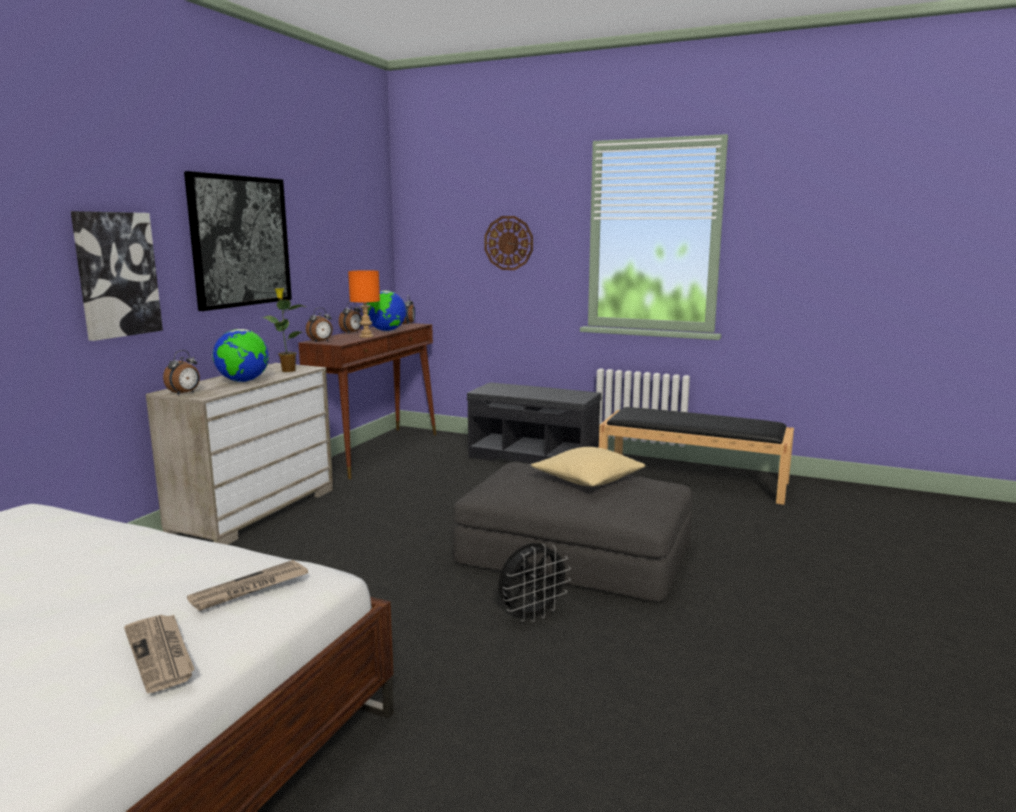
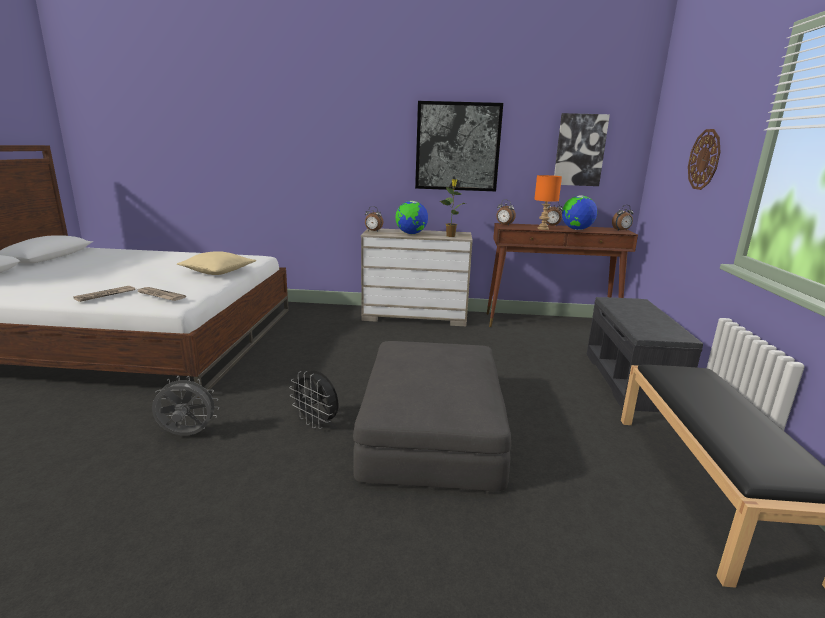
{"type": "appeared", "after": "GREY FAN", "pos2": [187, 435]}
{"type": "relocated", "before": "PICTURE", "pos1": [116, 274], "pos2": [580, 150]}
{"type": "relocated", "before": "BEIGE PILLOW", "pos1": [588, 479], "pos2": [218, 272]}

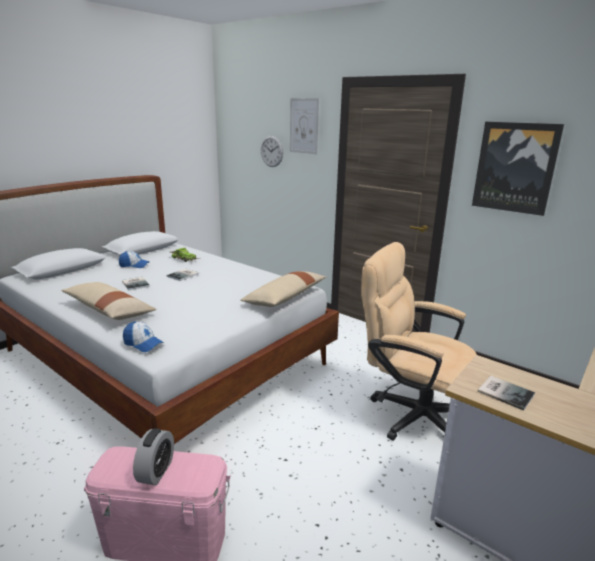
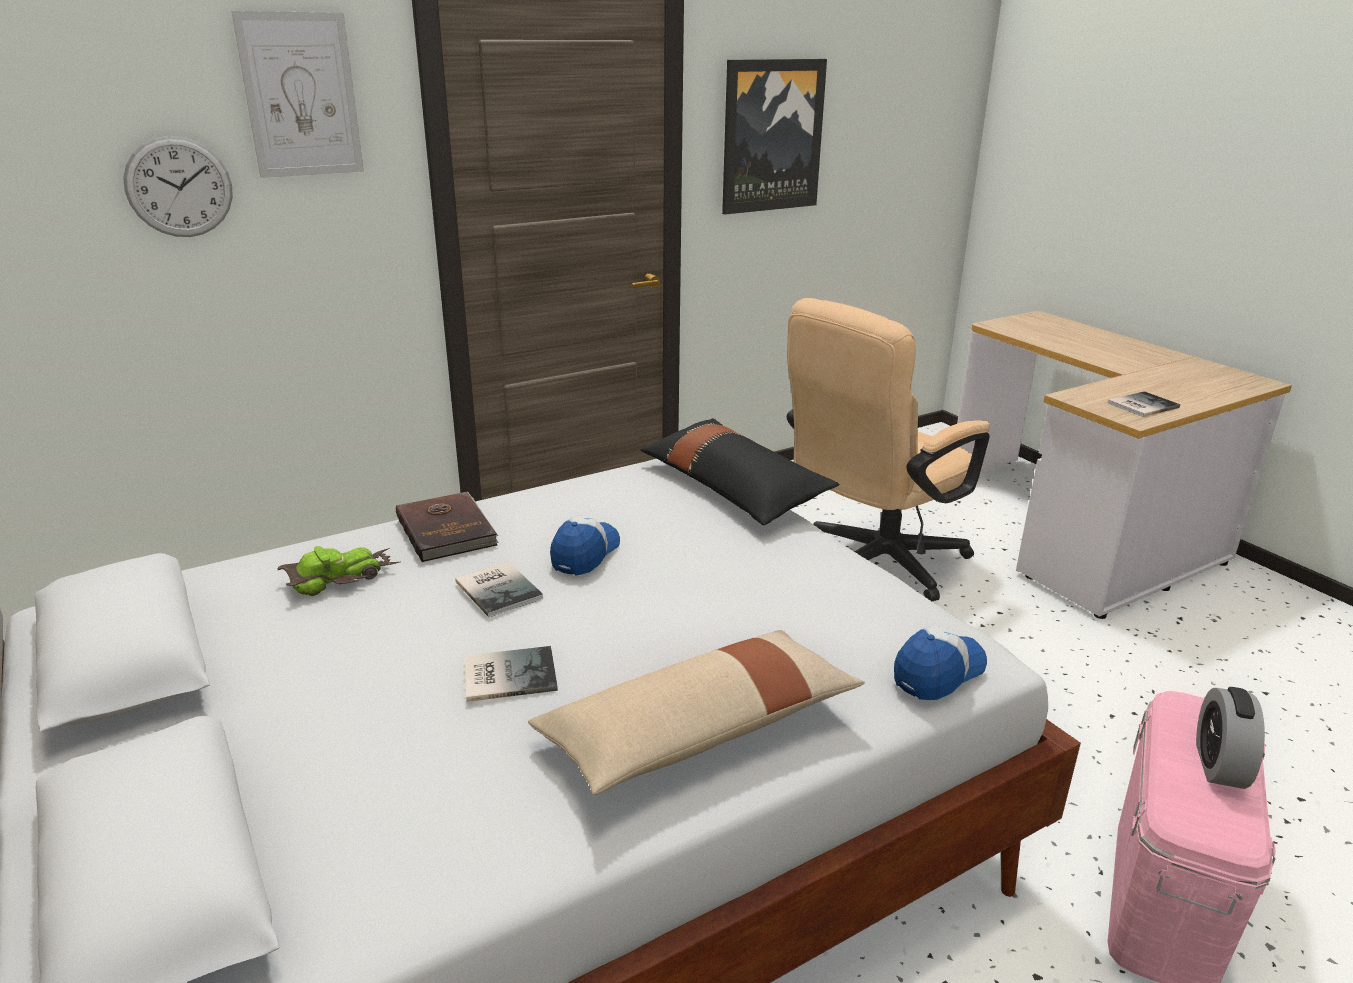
{"type": "appeared", "after": "BROWN BOOK", "pos2": [447, 530]}
{"type": "relocated", "before": "CAP", "pos1": [134, 265], "pos2": [585, 554]}
{"type": "colour", "before": "BEIGE PILLOW", "after": "BLACK PILLOW", "pos1": [285, 297], "pos2": [733, 488]}
{"type": "spun", "before": "ALARM CLOCK", "pos1": [156, 471], "pos2": [1219, 765], "turn": -105}

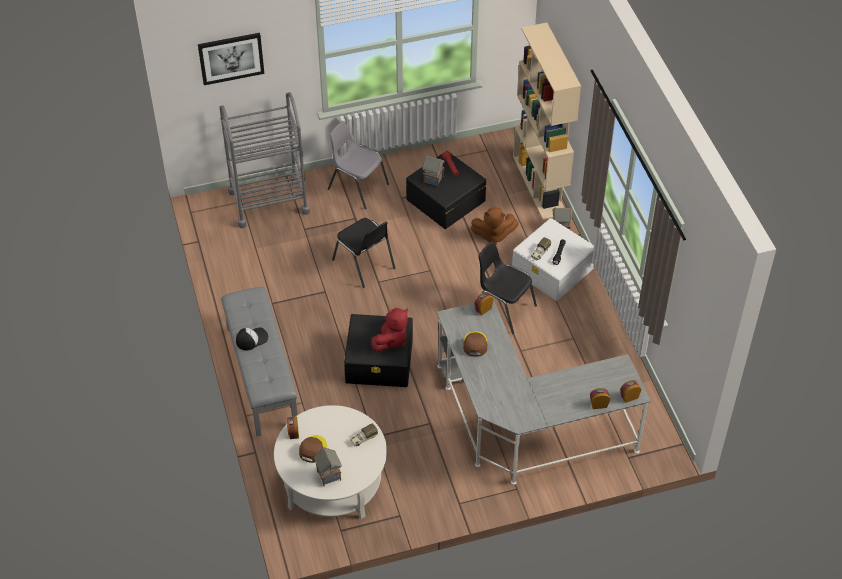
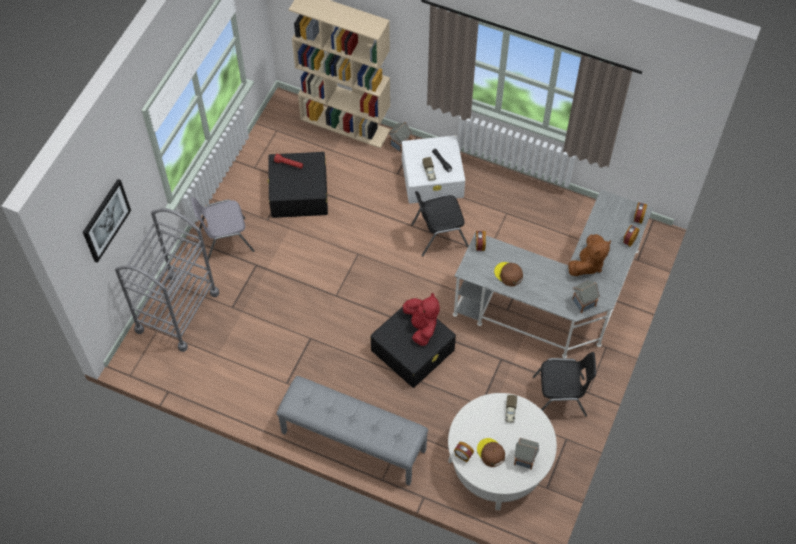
{"type": "missing", "before": "CAP", "pos1": [252, 339]}
{"type": "relocated", "before": "BLACK CHAIR", "pos1": [364, 265], "pos2": [560, 397]}
{"type": "relocated", "before": "TOY HOUSE", "pos1": [433, 179], "pos2": [583, 303]}
{"type": "relocated", "before": "BROWN PLUSH TOY", "pos1": [493, 235], "pos2": [587, 264]}

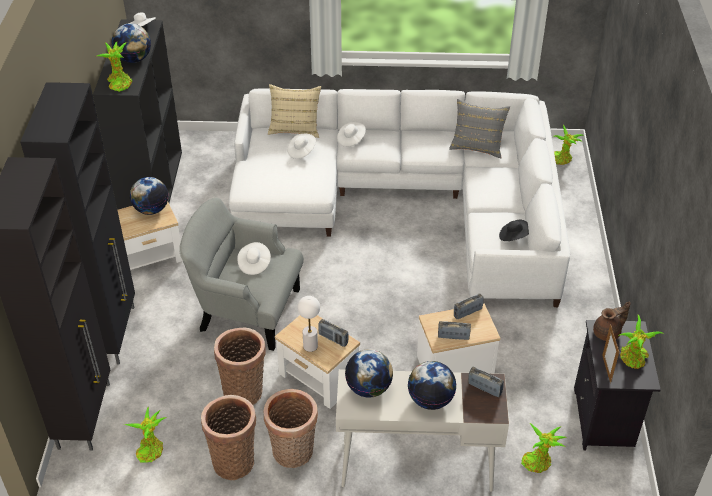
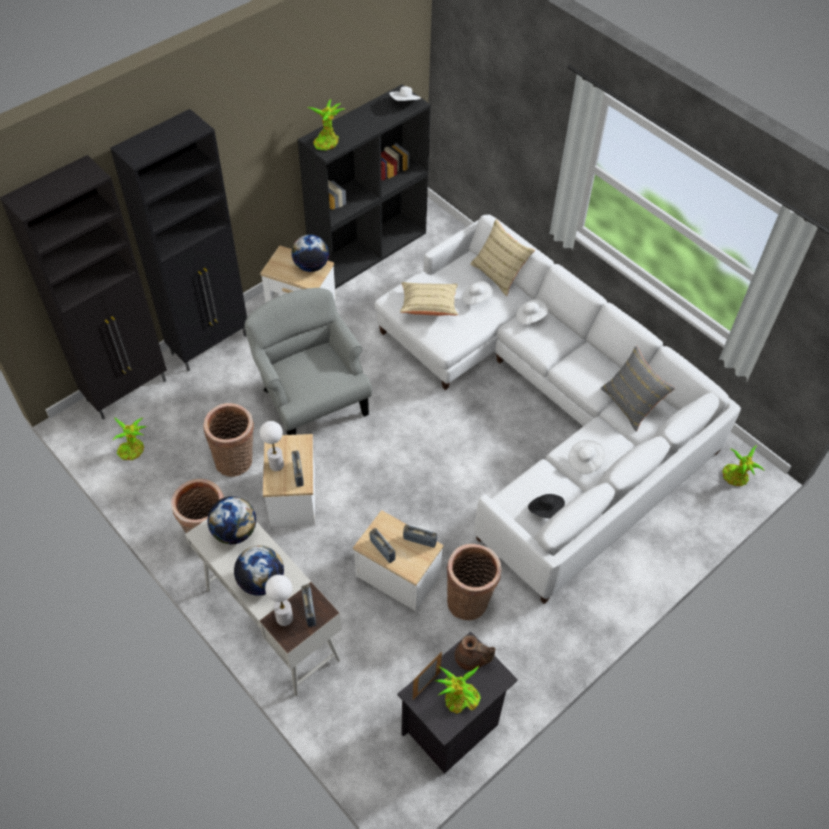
{"type": "missing", "before": "GLOBE", "pos1": [134, 59]}
{"type": "missing", "before": "POTTED PLANT", "pos1": [538, 461]}
{"type": "appeared", "after": "WHITE TABLE LAMP", "pos2": [285, 618]}
{"type": "appeared", "after": "BEIGE PILLOW", "pos2": [429, 306]}
{"type": "relocated", "before": "BASKET", "pos1": [234, 460], "pos2": [469, 600]}
{"type": "relocated", "before": "WHITE HAT", "pos1": [254, 264], "pos2": [584, 461]}

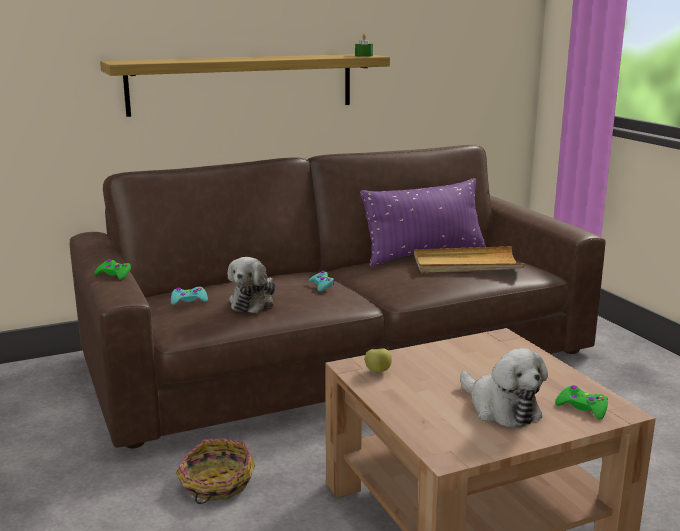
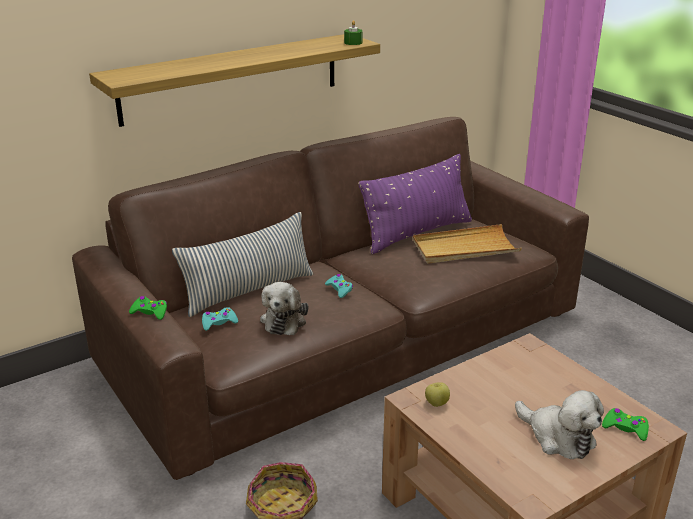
{"type": "appeared", "after": "PILLOW", "pos2": [248, 290]}

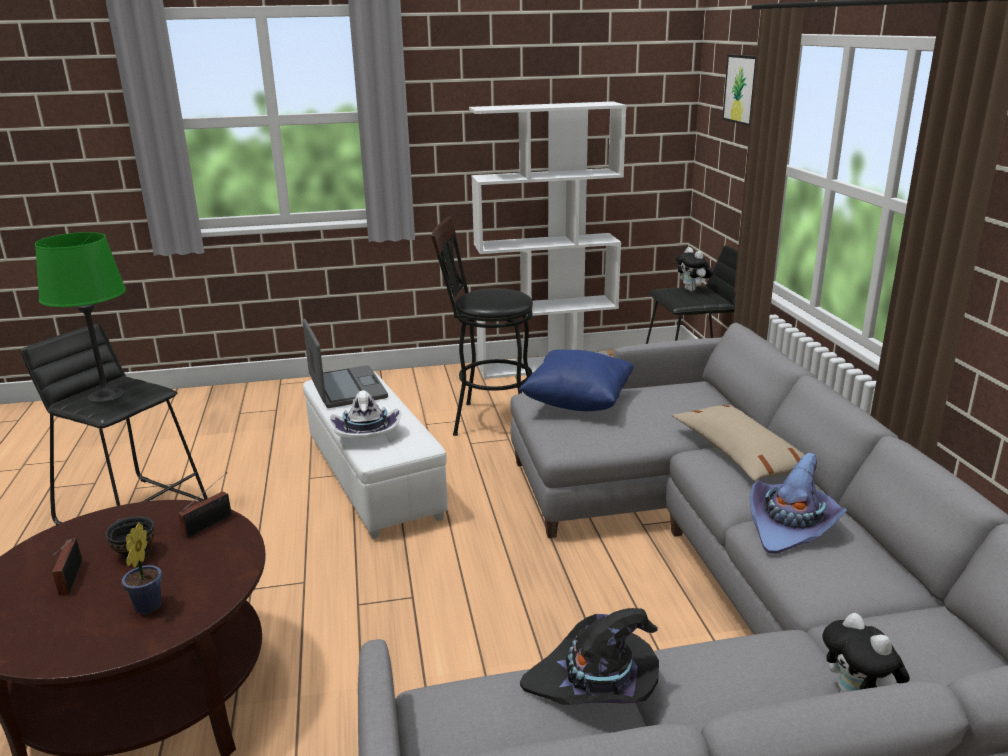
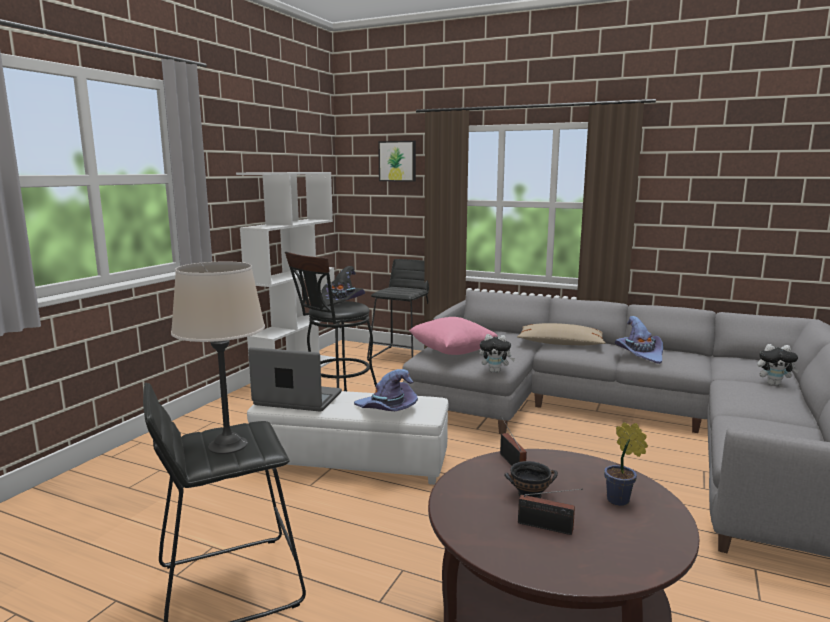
{"type": "relocated", "before": "BLACK HAT", "pos1": [595, 684], "pos2": [341, 302]}
{"type": "relocated", "before": "PLUSH TOY", "pos1": [692, 290], "pos2": [495, 371]}
{"type": "colour", "before": "GREEN TABLE LAMP", "after": "BEIGE TABLE LAMP", "pos1": [106, 396], "pos2": [228, 445]}
{"type": "colour", "before": "WHITE HAT", "after": "PURPLE HAT", "pos1": [366, 433], "pos2": [387, 409]}
{"type": "colour", "before": "BLUE PILLOW", "after": "PINK PILLOW", "pos1": [578, 403], "pos2": [452, 352]}

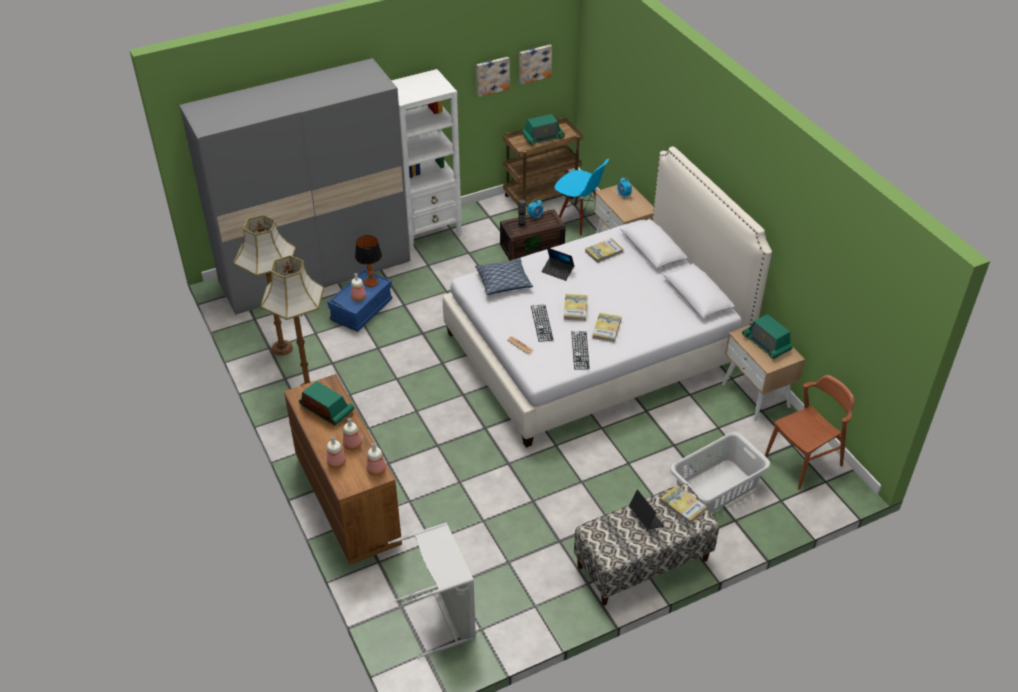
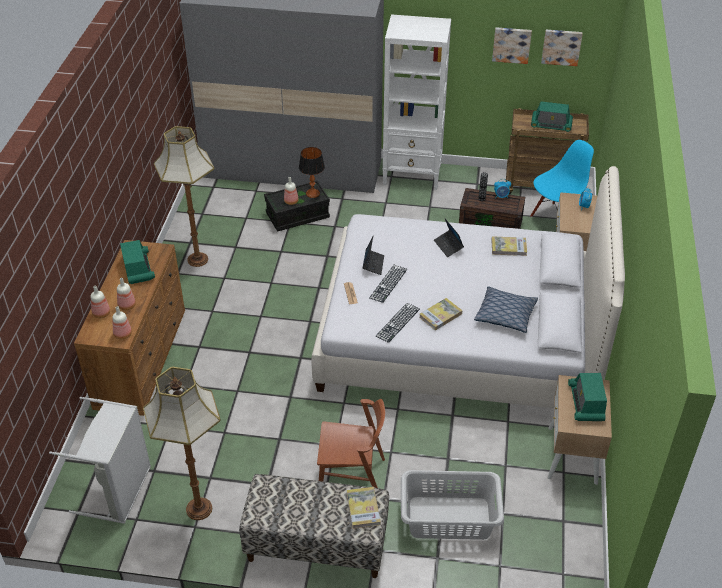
{"type": "missing", "before": "BOOK", "pos1": [575, 309]}
{"type": "relocated", "before": "FLOOR LAMP", "pos1": [282, 347], "pos2": [199, 508]}
{"type": "relocated", "before": "PILLOW", "pos1": [503, 282], "pos2": [505, 315]}
{"type": "relocated", "before": "LAPTOP", "pos1": [645, 518], "pos2": [373, 264]}
{"type": "relocated", "before": "BROWN CHAIR", "pos1": [803, 461], "pos2": [352, 479]}
{"type": "colour", "before": "BLUE STORAGE BOX", "after": "BLACK STORAGE BOX", "pos1": [361, 310], "pos2": [297, 216]}
{"type": "spun", "before": "BLUE CHAIR", "pos1": [579, 220], "pos2": [556, 220], "turn": -105}

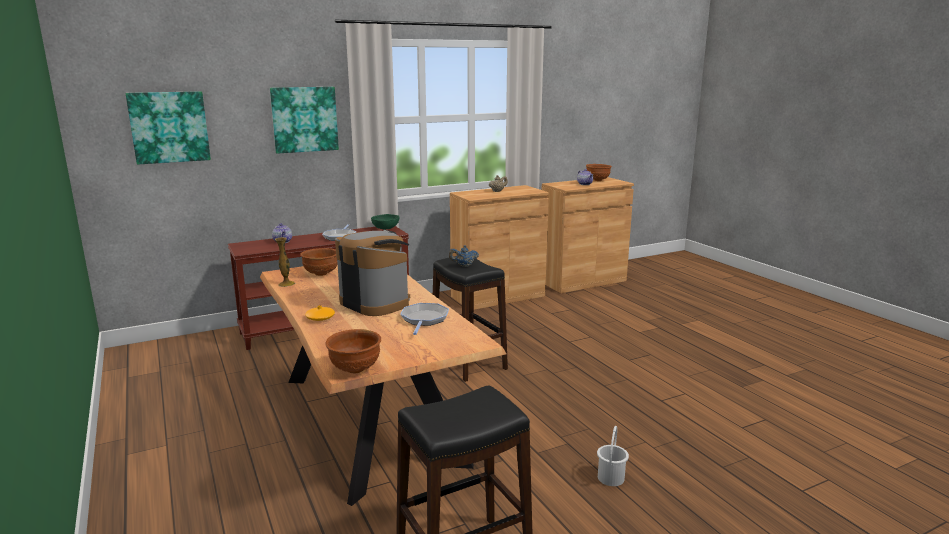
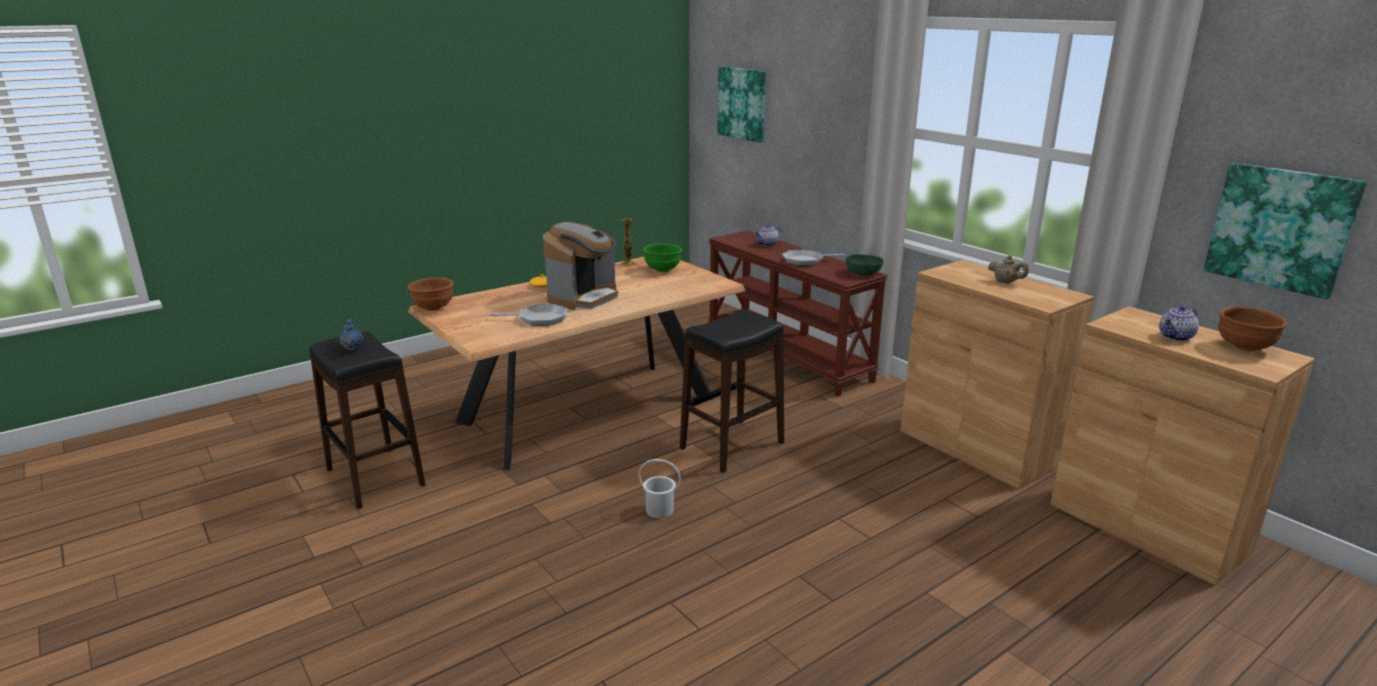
{"type": "relocated", "before": "PICTURE", "pos1": [304, 119], "pos2": [1280, 228]}
{"type": "relocated", "before": "BLUE TEAPOT", "pos1": [464, 265], "pos2": [353, 348]}
{"type": "relocated", "before": "WHITE BUCKET", "pos1": [610, 478], "pos2": [659, 510]}
{"type": "colour", "before": "BROWN BOWL", "after": "GREEN BOWL", "pos1": [321, 274], "pos2": [663, 270]}

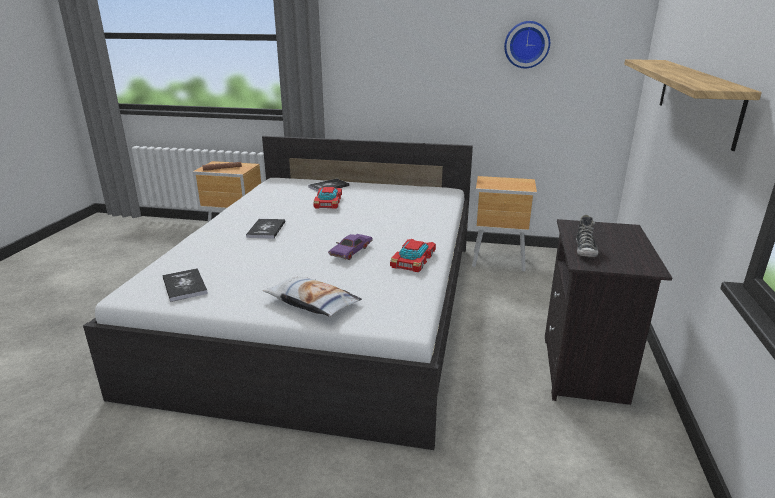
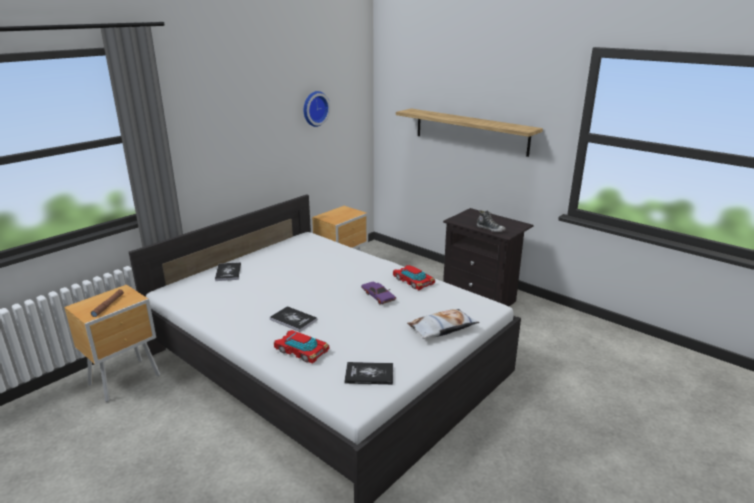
{"type": "relocated", "before": "TOY CAR", "pos1": [329, 202], "pos2": [301, 350]}

